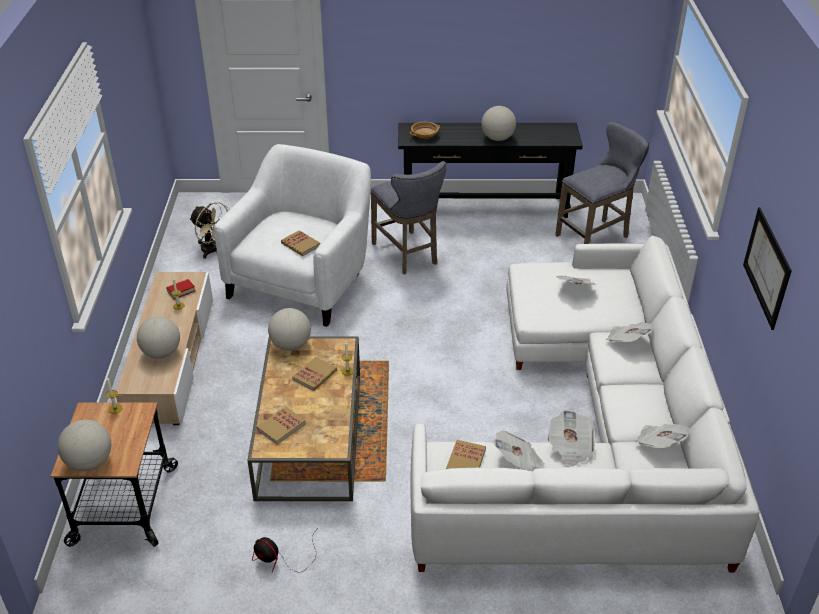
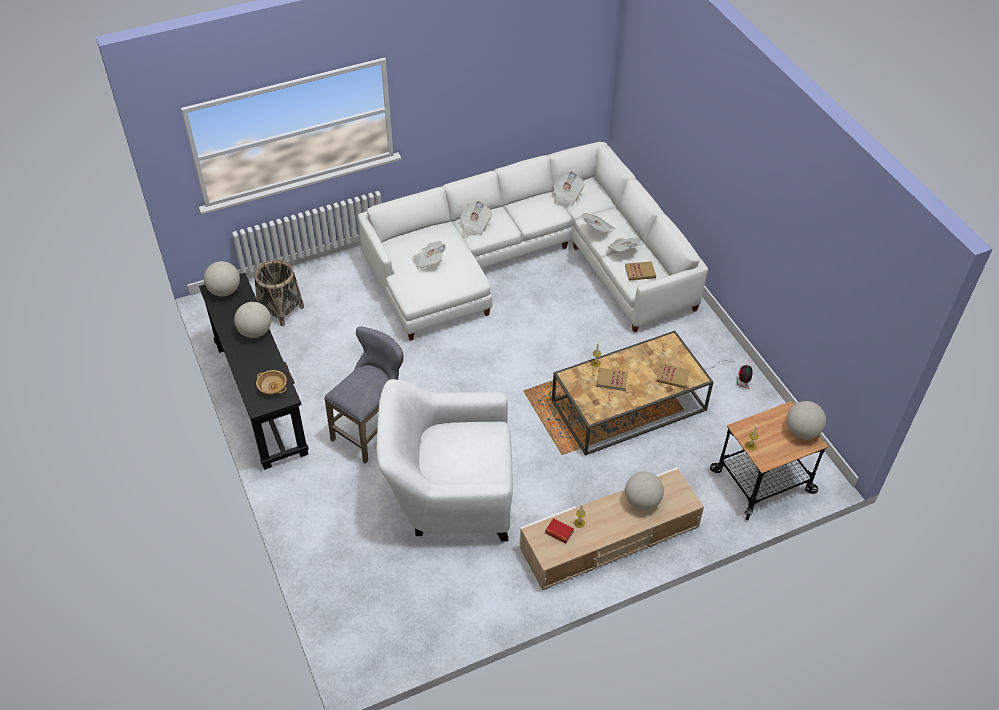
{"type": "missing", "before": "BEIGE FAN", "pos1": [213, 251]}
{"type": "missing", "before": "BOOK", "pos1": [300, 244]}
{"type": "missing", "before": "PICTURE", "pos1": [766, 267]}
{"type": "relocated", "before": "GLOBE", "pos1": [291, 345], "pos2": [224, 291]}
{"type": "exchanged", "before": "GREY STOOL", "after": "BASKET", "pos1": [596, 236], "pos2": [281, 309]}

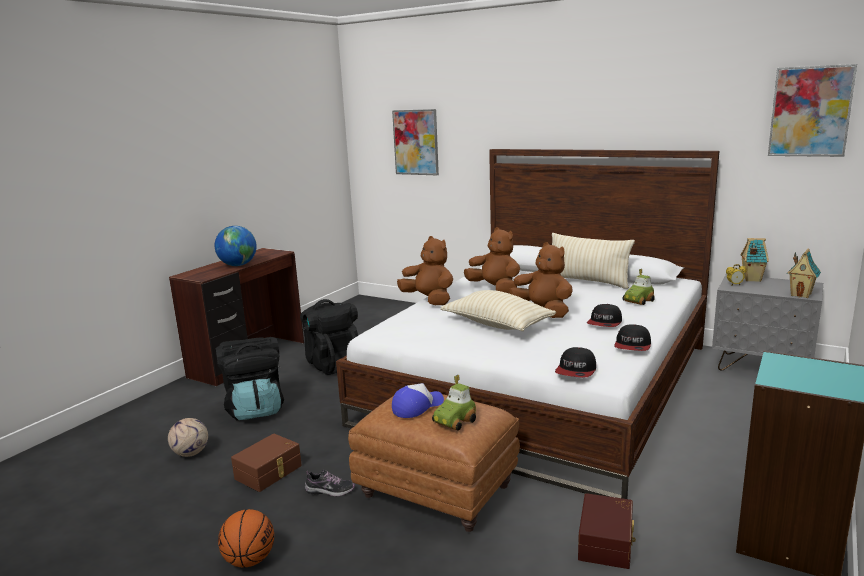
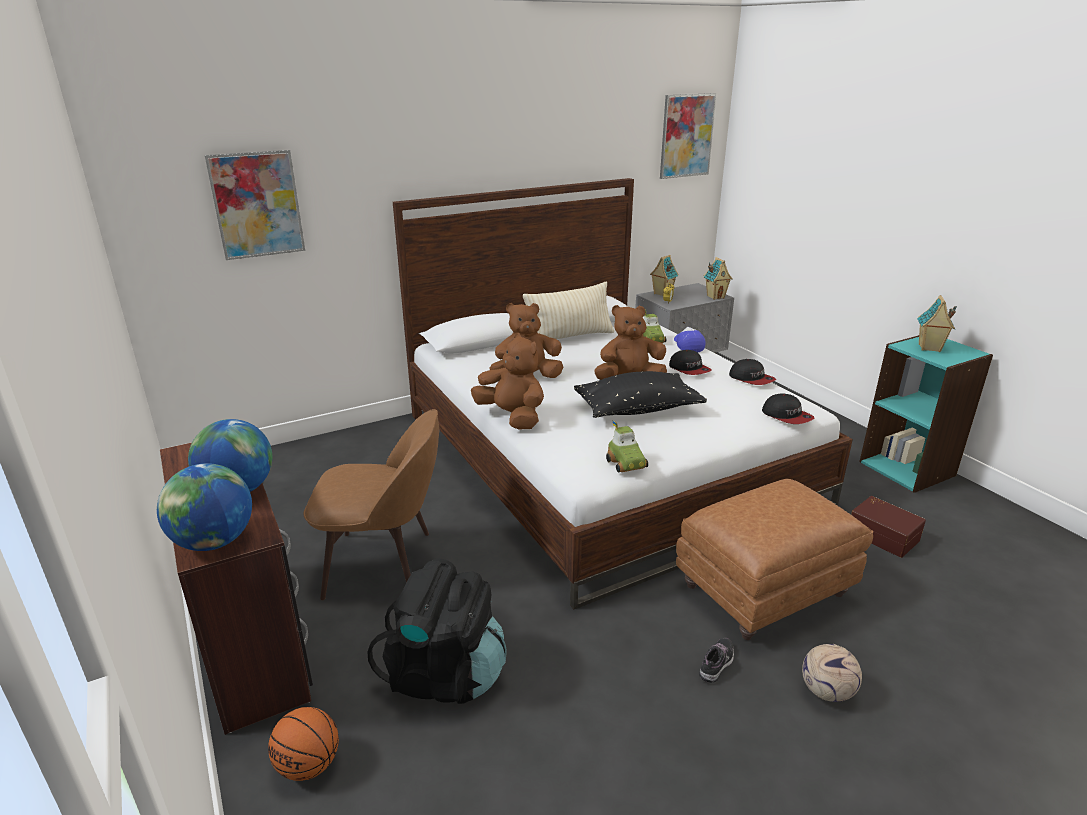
{"type": "missing", "before": "BROWN STORAGE BOX", "pos1": [269, 472]}
{"type": "appeared", "after": "GLOBE", "pos2": [214, 542]}
{"type": "appeared", "after": "TOY HOUSE", "pos2": [929, 348]}
{"type": "relocated", "before": "FOOTBALL", "pos1": [191, 453], "pos2": [825, 691]}
{"type": "relocated", "before": "BASKETBALL", "pos1": [250, 560], "pos2": [309, 765]}
{"type": "relocated", "before": "CAP", "pos1": [417, 406], "pos2": [688, 345]}
{"type": "relocated", "before": "TOY CAR", "pos1": [455, 421], "pos2": [627, 463]}
{"type": "exchanged", "before": "BLACK BACKPACK", "after": "BROWN CHAIR", "pos1": [333, 364], "pos2": [384, 564]}
{"type": "colour", "before": "BEIGE PILLOW", "after": "BLACK PILLOW", "pos1": [497, 325], "pos2": [637, 409]}
{"type": "spun", "before": "BROWN PLUSH TOY", "pos1": [429, 300], "pos2": [512, 417], "turn": 60}

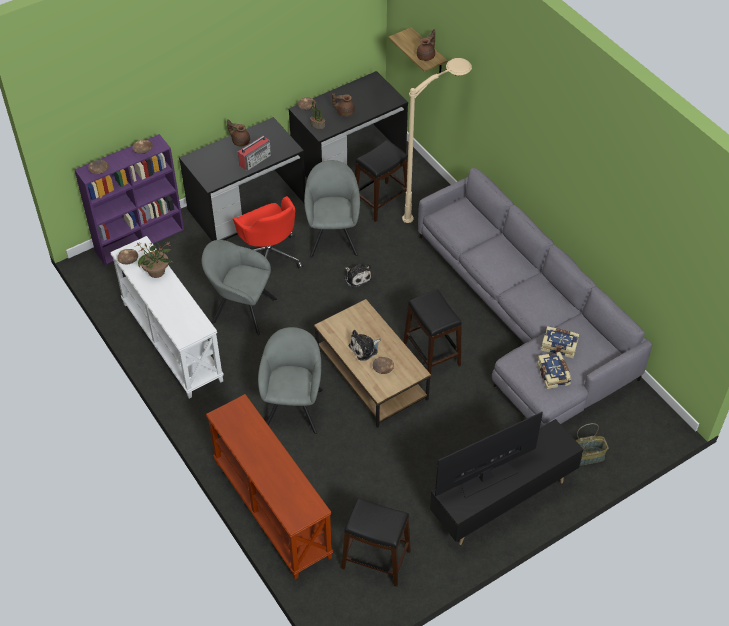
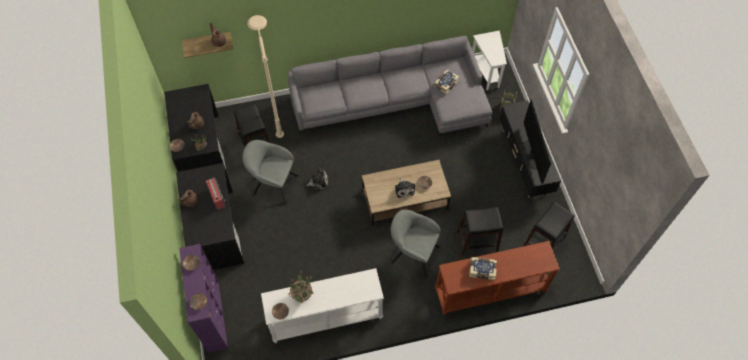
{"type": "missing", "before": "GREY ARMCHAIR", "pos1": [240, 309]}
{"type": "missing", "before": "RED OFFICE CHAIR", "pos1": [269, 256]}
{"type": "appeared", "after": "WHITE SIDE TABLE", "pos2": [486, 72]}
{"type": "relocated", "before": "BLACK STOOL", "pos1": [432, 353], "pos2": [477, 241]}
{"type": "relocated", "before": "BOOK", "pos1": [554, 374], "pos2": [482, 269]}

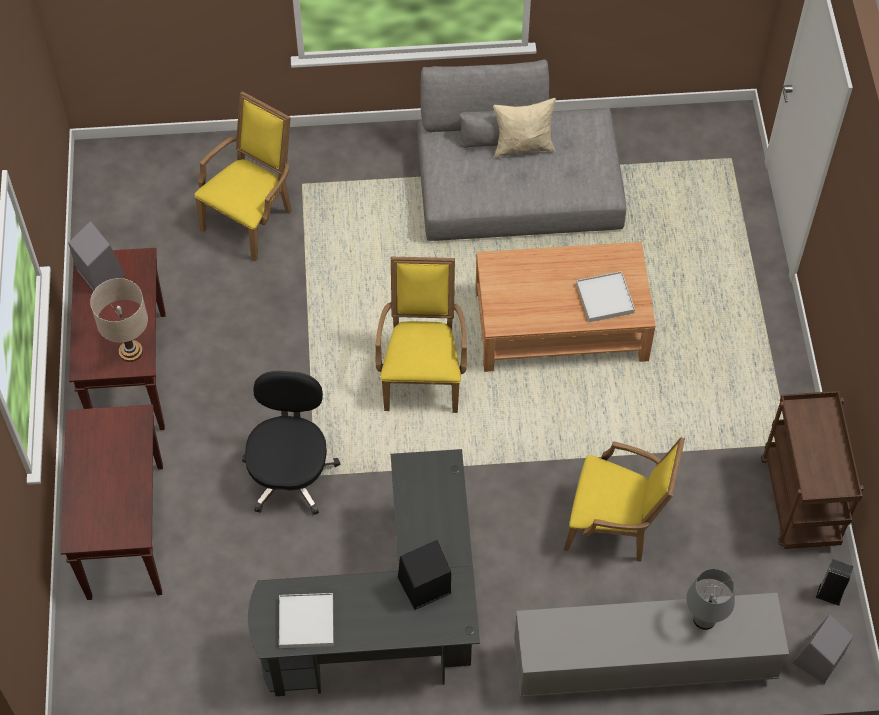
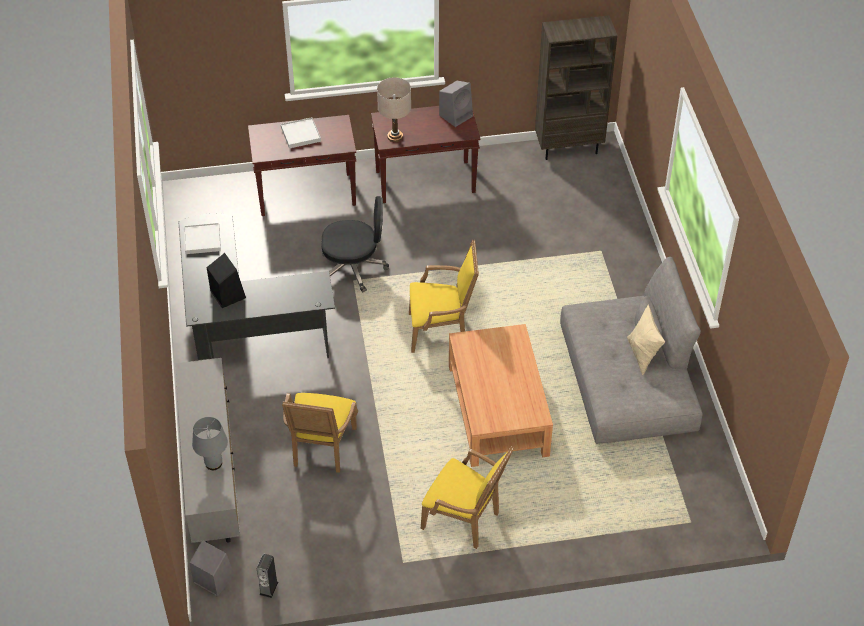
{"type": "missing", "before": "BROWN CART", "pos1": [800, 503]}
{"type": "appeared", "after": "BROWN BOOKCASE", "pos2": [569, 147]}
{"type": "relocated", "before": "YELLOW ARMCHAIR", "pos1": [252, 218], "pos2": [465, 521]}
{"type": "relocated", "before": "WHITE TRAY", "pos1": [604, 298], "pos2": [301, 134]}

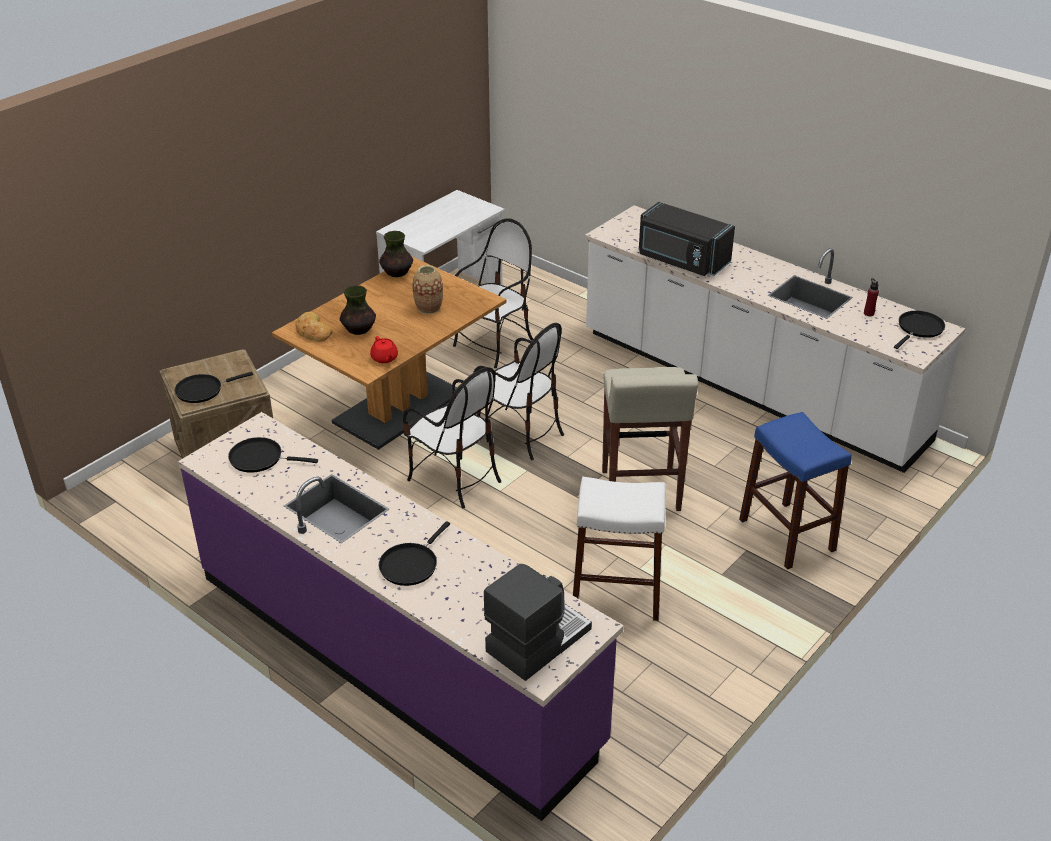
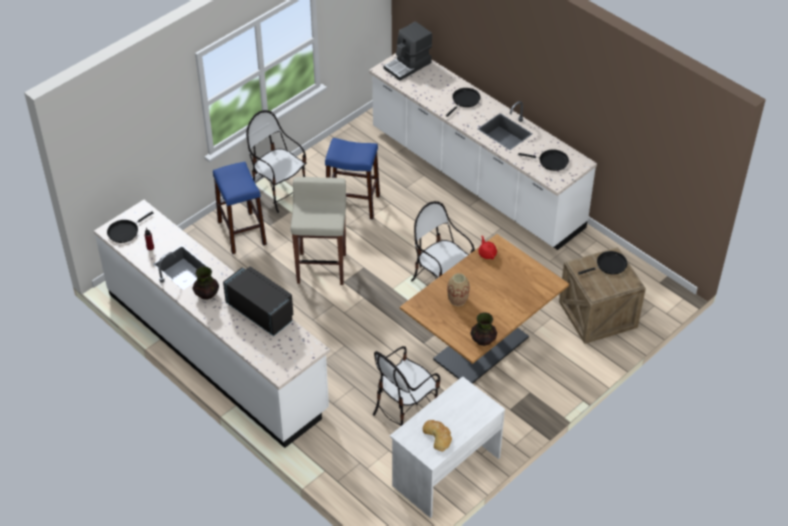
{"type": "relocated", "before": "BREAD", "pos1": [312, 331], "pos2": [438, 436]}
{"type": "relocated", "before": "VASE", "pos1": [359, 330], "pos2": [206, 294]}
{"type": "relocated", "before": "CHAIR", "pos1": [519, 434], "pos2": [278, 191]}
{"type": "colour", "before": "PURPLE COUNTER", "after": "WHITE COUNTER", "pos1": [394, 657], "pos2": [475, 179]}
{"type": "colour", "before": "WHITE STOOL", "after": "BLUE STOOL", "pos1": [615, 595], "pos2": [353, 204]}

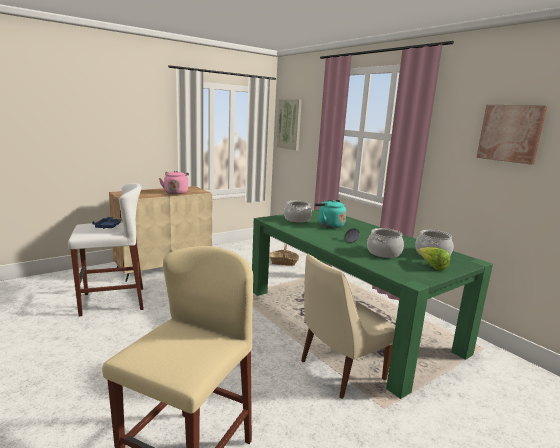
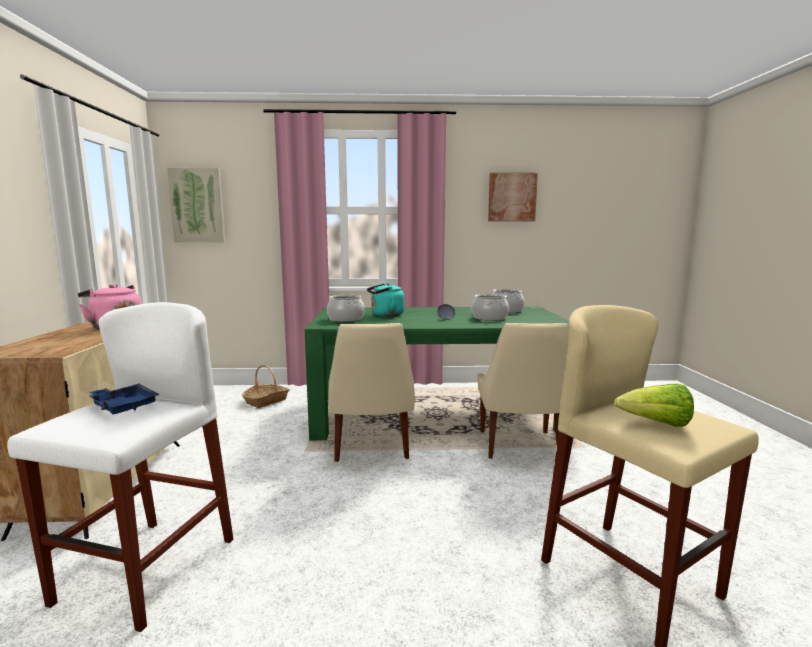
{"type": "appeared", "after": "BEIGE CHAIR", "pos2": [371, 447]}
{"type": "relocated", "before": "LETTUCE", "pos1": [432, 267], "pos2": [656, 424]}

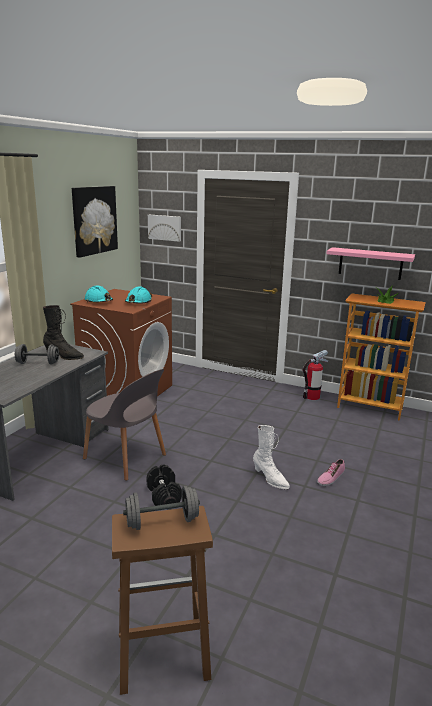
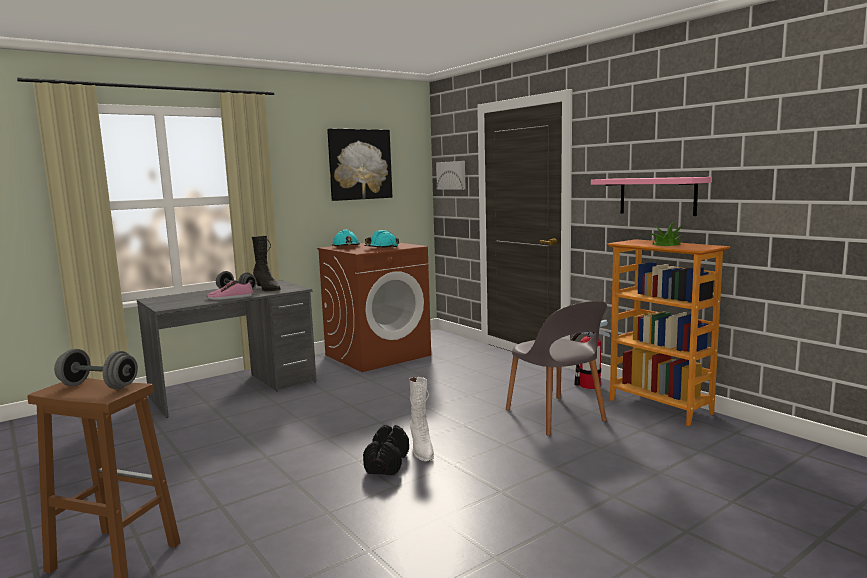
{"type": "relocated", "before": "GREY CHAIR", "pos1": [126, 458], "pos2": [556, 416]}
{"type": "relocated", "before": "BLACK DUMBBELL", "pos1": [164, 495], "pos2": [387, 463]}
{"type": "relocated", "before": "SHOE", "pos1": [330, 477], "pos2": [230, 297]}

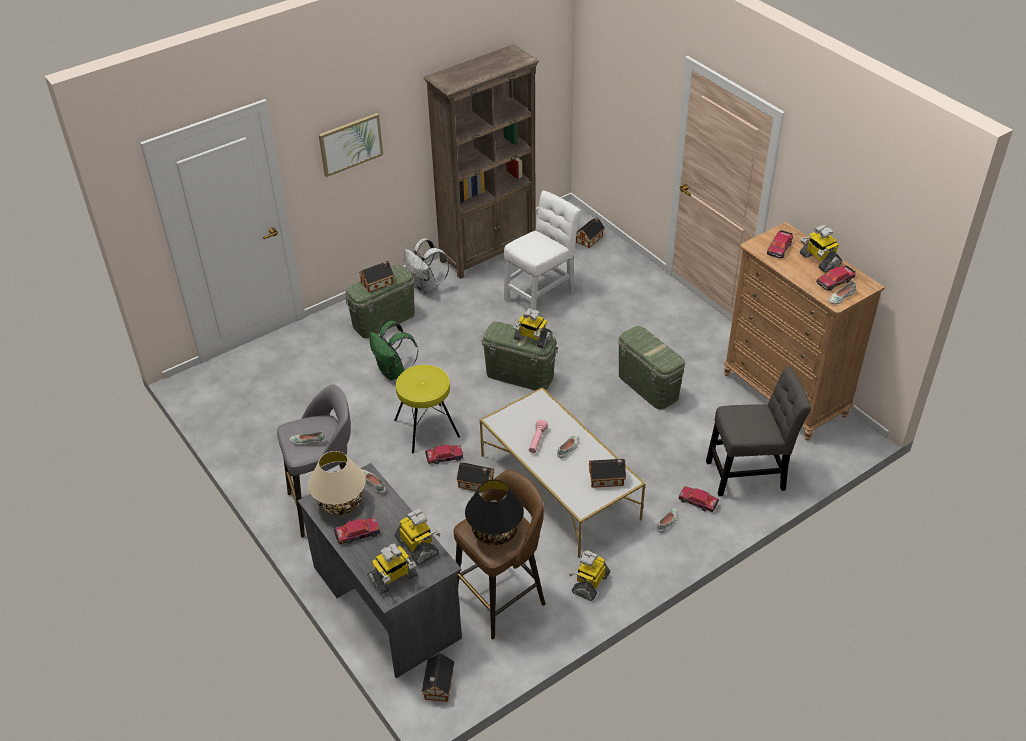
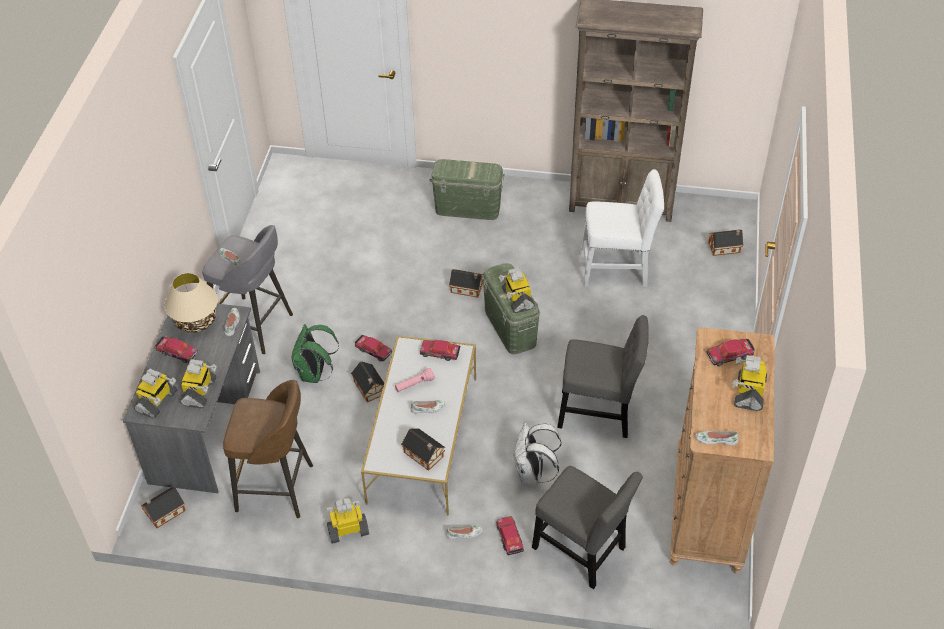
{"type": "missing", "before": "PICTURE", "pos1": [350, 144]}
{"type": "missing", "before": "YELLOW STOOL", "pos1": [427, 428]}
{"type": "missing", "before": "BLACK TABLE LAMP", "pos1": [494, 531]}
{"type": "relocated", "before": "TOY HOUSE", "pos1": [378, 283], "pos2": [468, 288]}
{"type": "relocated", "before": "GREEN BACKPACK", "pos1": [394, 372], "pos2": [315, 374]}
{"type": "relocated", "before": "WHITE BACKPACK", "pos1": [426, 287], "pos2": [532, 473]}
{"type": "relocated", "before": "TOY CAR", "pos1": [835, 281], "pos2": [440, 353]}
{"type": "exchanged", "before": "GREEN STORAGE BOX", "after": "GREY CHAIR", "pos1": [648, 386], "pos2": [599, 413]}
{"type": "spun", "before": "TOY ROBOT", "pos1": [393, 578], "pos2": [157, 402], "turn": -75}

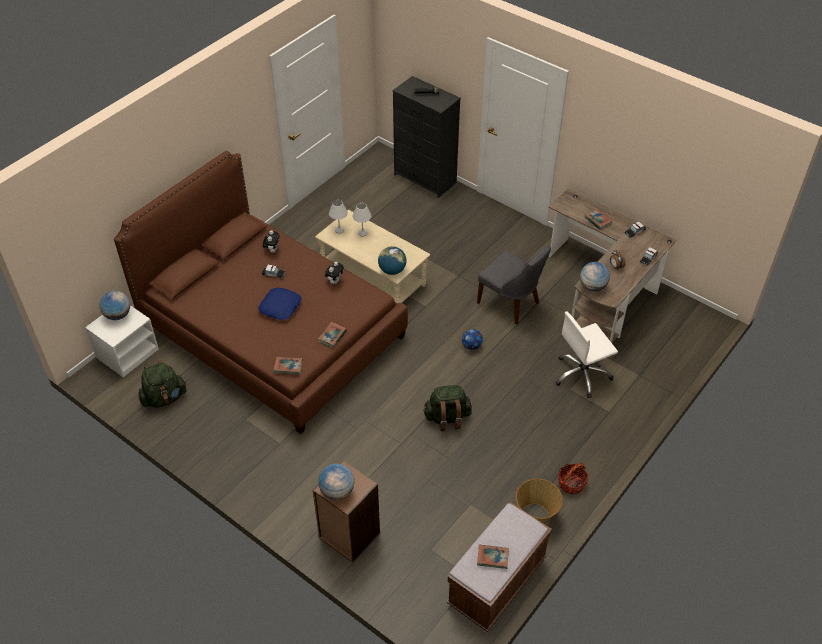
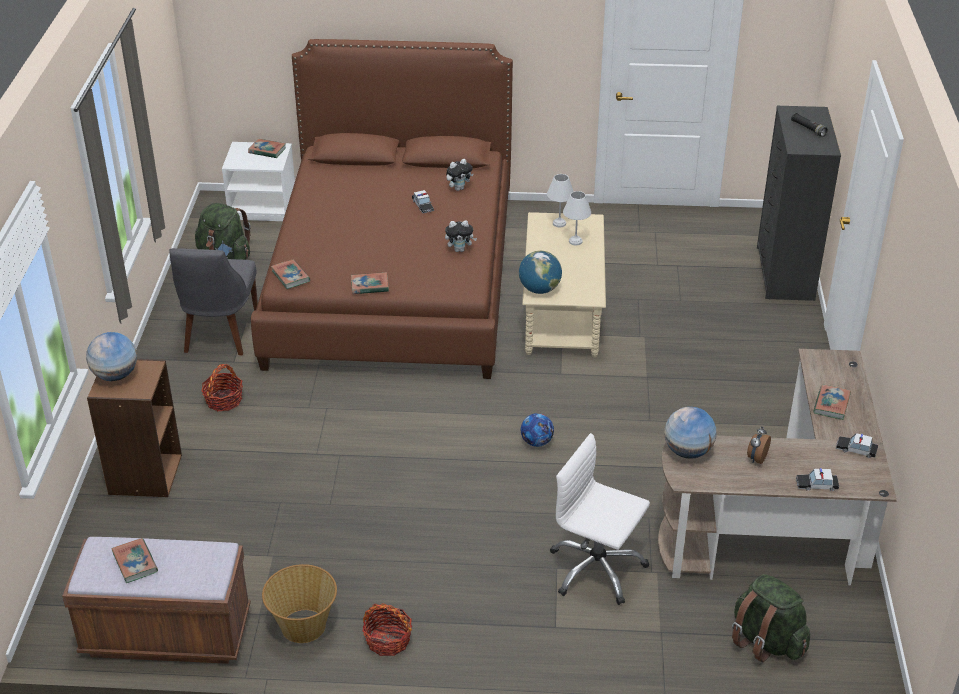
{"type": "missing", "before": "BLUE PILLOW", "pos1": [280, 307]}
{"type": "appeared", "after": "BASKET", "pos2": [224, 400]}
{"type": "relocated", "before": "GREEN BACKPACK", "pos1": [447, 418], "pos2": [766, 641]}
{"type": "relocated", "before": "GREY CHAIR", "pos1": [510, 304], "pos2": [219, 334]}
{"type": "exchanged", "before": "GLOBE", "after": "BOOK", "pos1": [118, 315], "pos2": [267, 151]}

